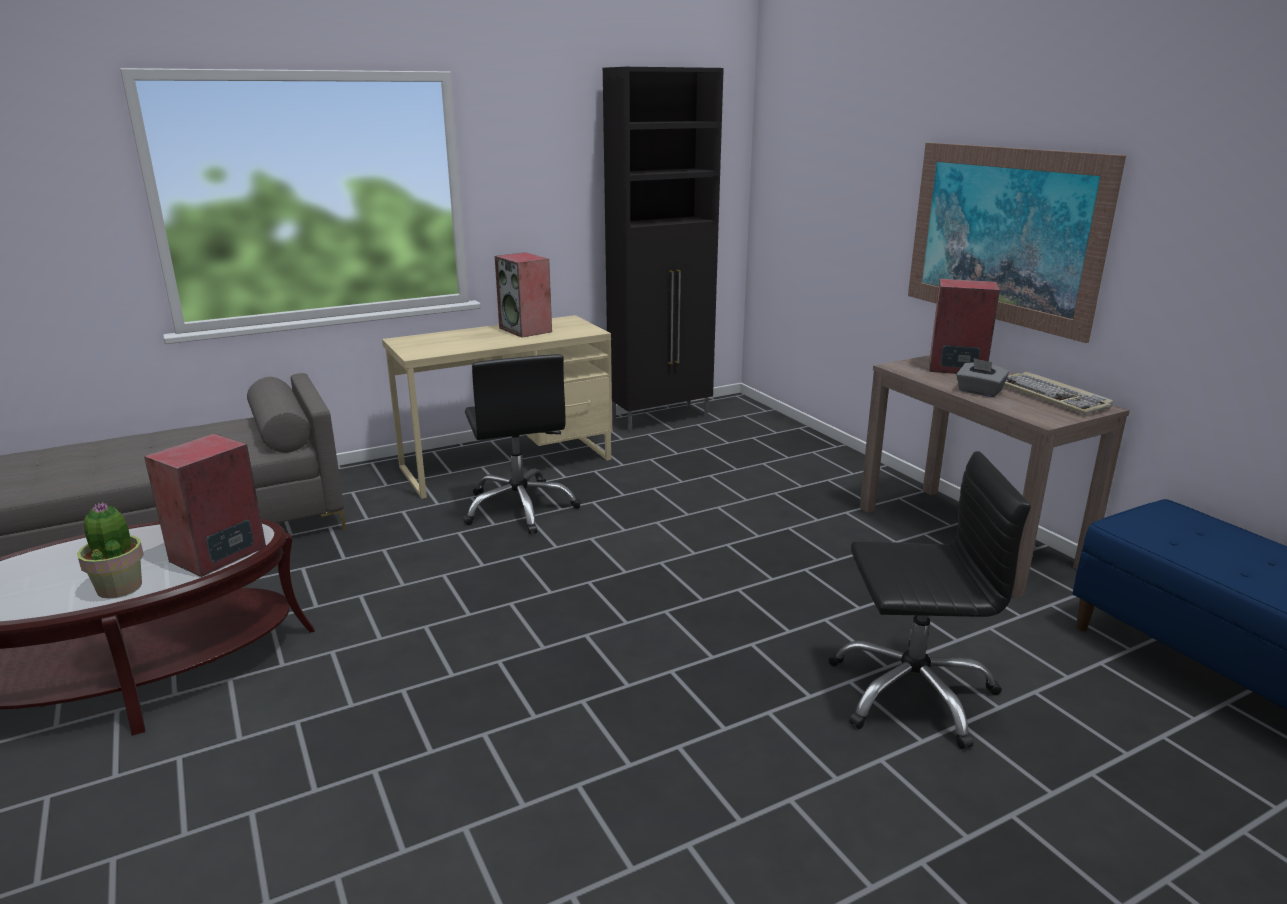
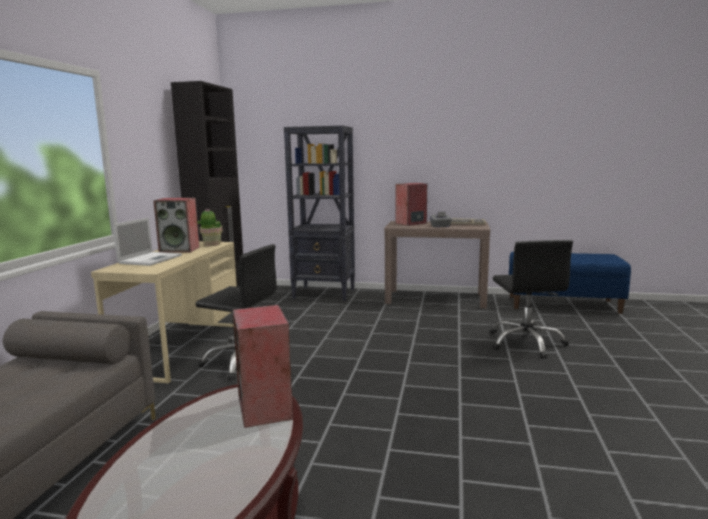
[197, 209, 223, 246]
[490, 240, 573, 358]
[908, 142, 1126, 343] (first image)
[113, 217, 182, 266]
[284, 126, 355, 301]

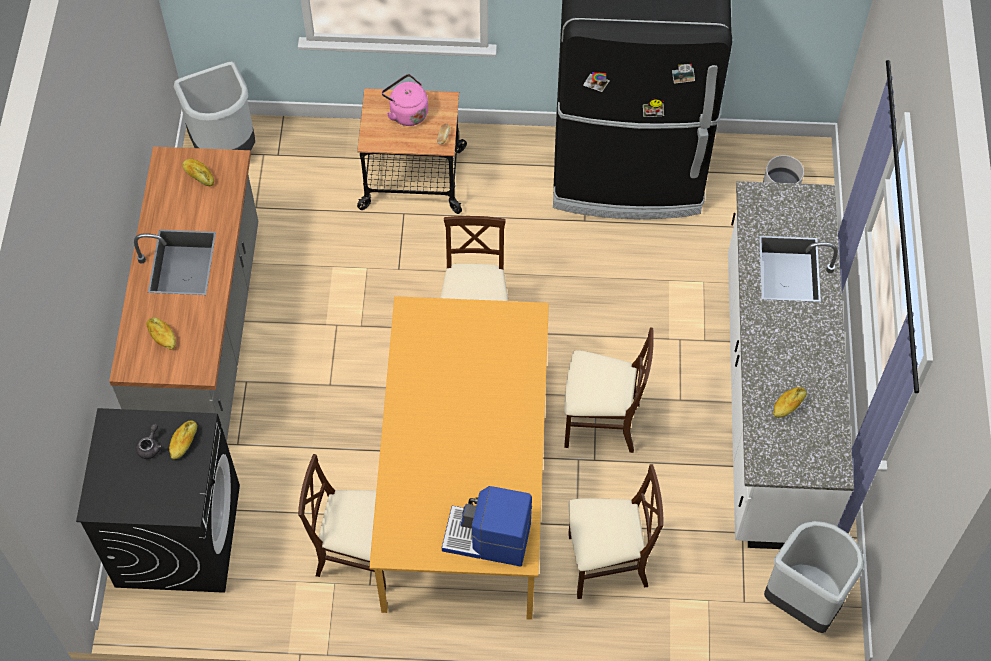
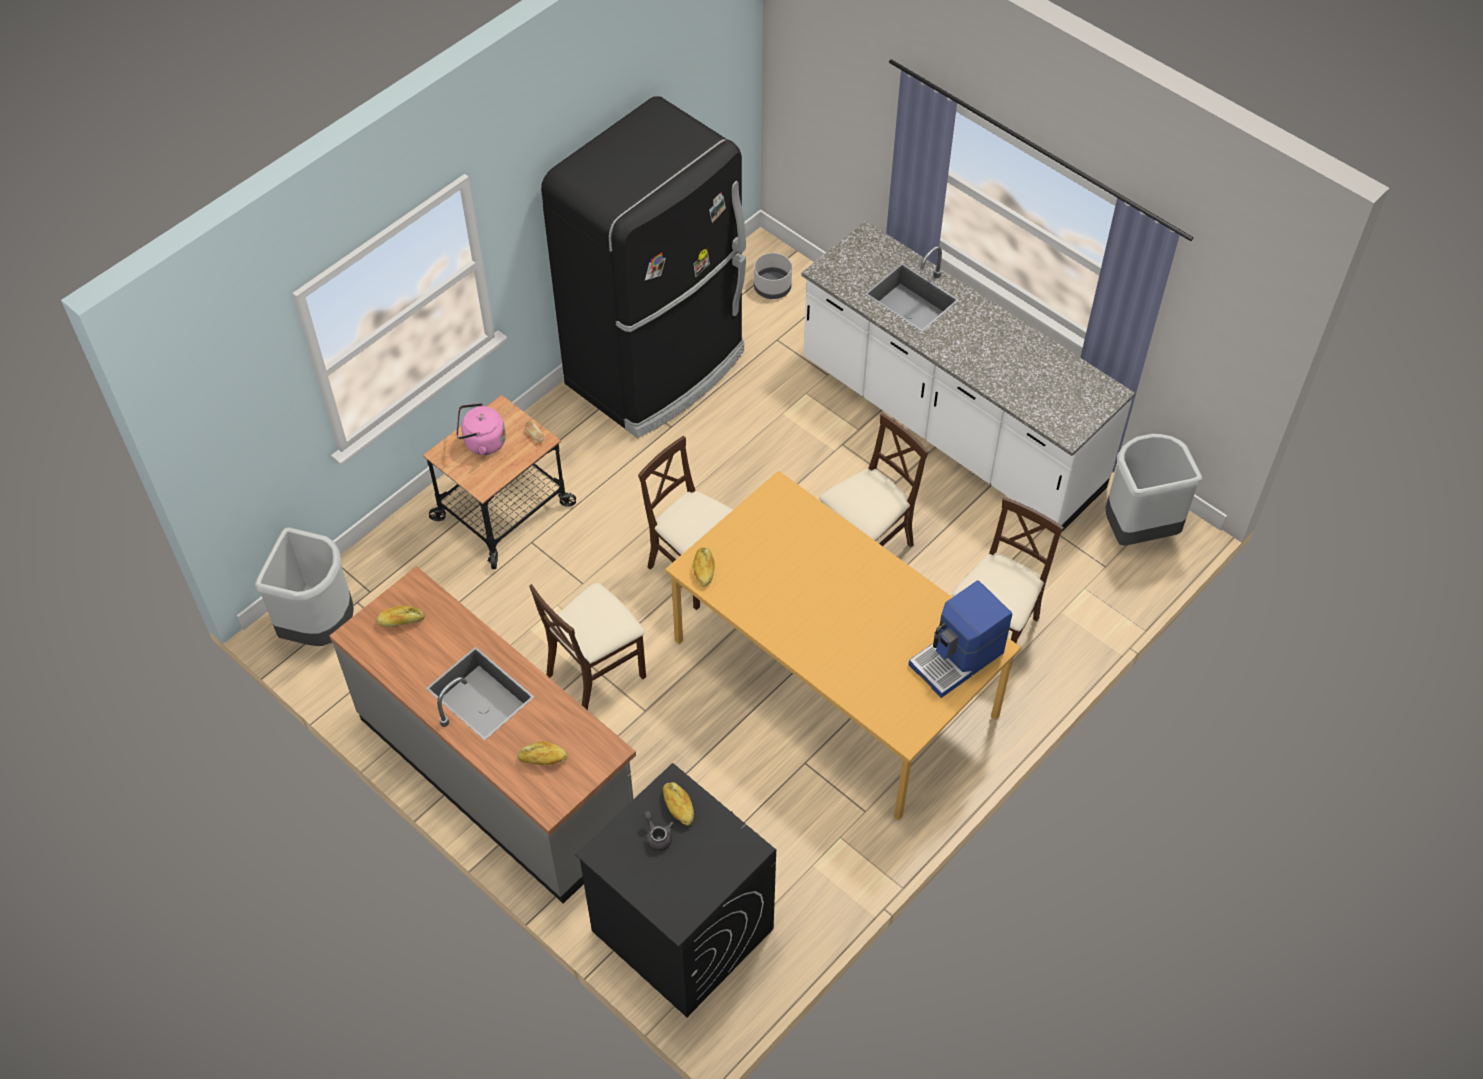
[529, 583, 646, 710]
[693, 547, 715, 586]

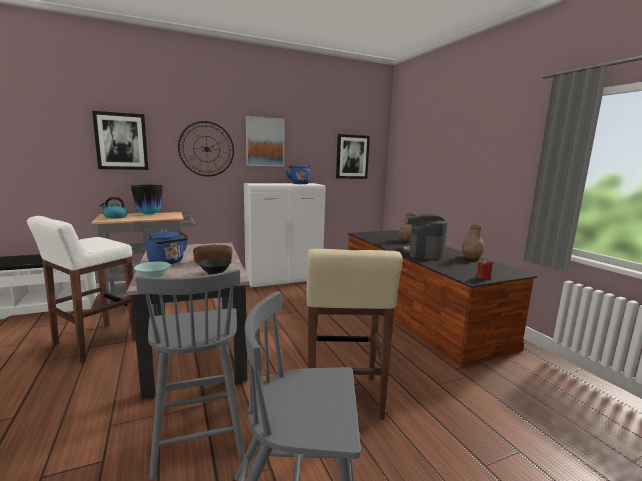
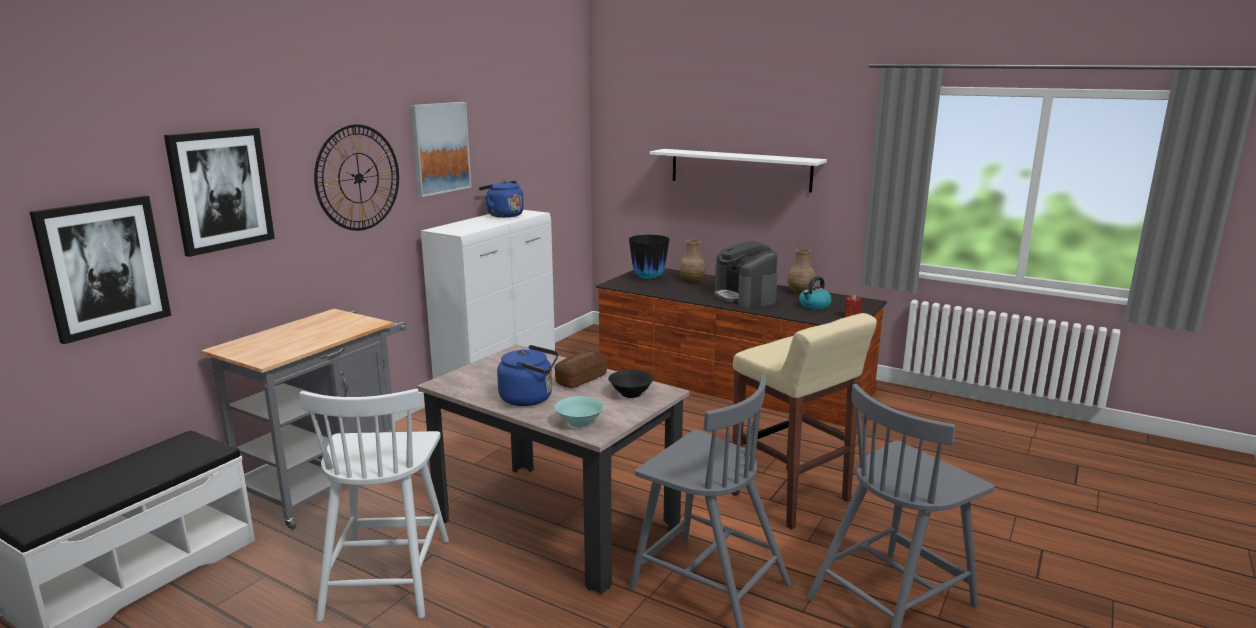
[299, 389, 449, 622]
[799, 276, 832, 310]
[629, 235, 669, 279]
[30, 196, 171, 344]
[650, 149, 827, 193]

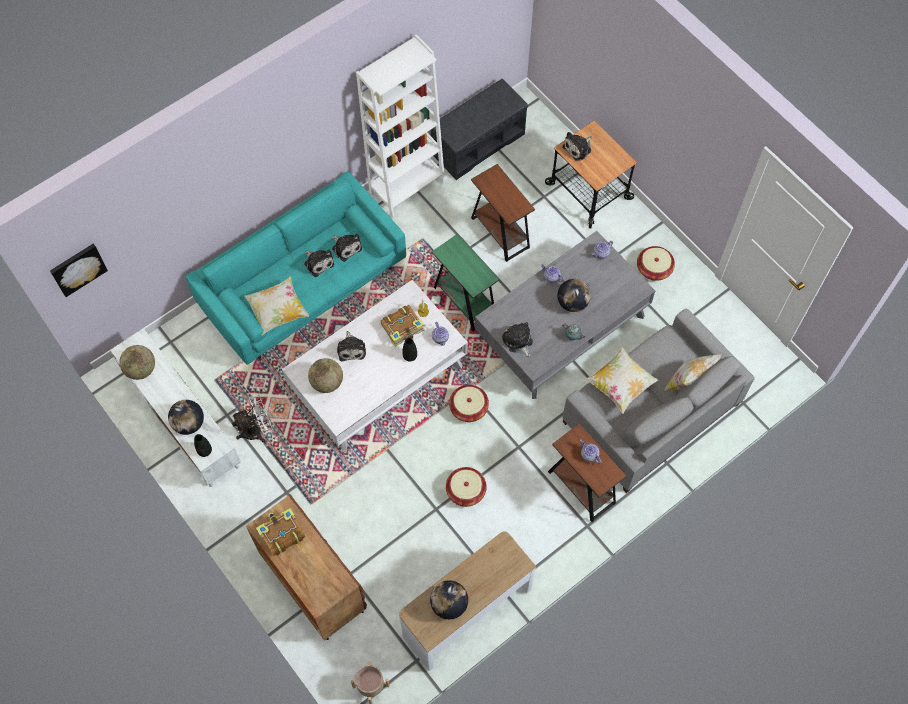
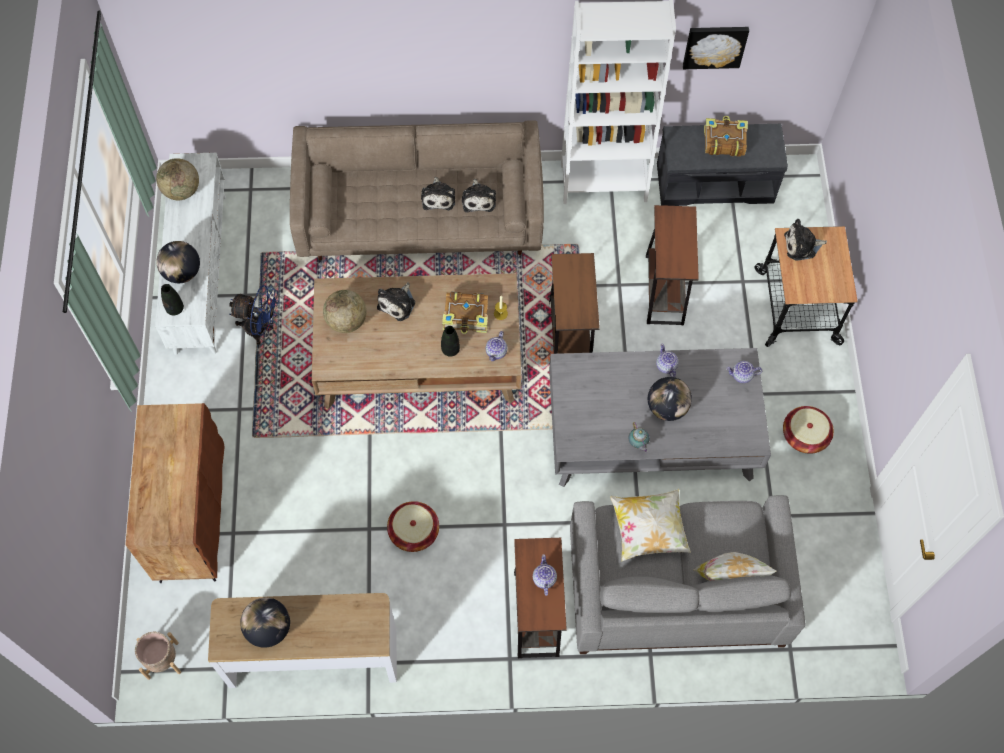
[683, 27, 749, 69]
[290, 120, 544, 260]
[229, 285, 279, 345]
[244, 277, 309, 335] (first image)
[704, 116, 748, 157]
[312, 273, 521, 409]
[549, 253, 600, 354]
[449, 385, 489, 422] (first image)
[502, 322, 533, 357] (first image)

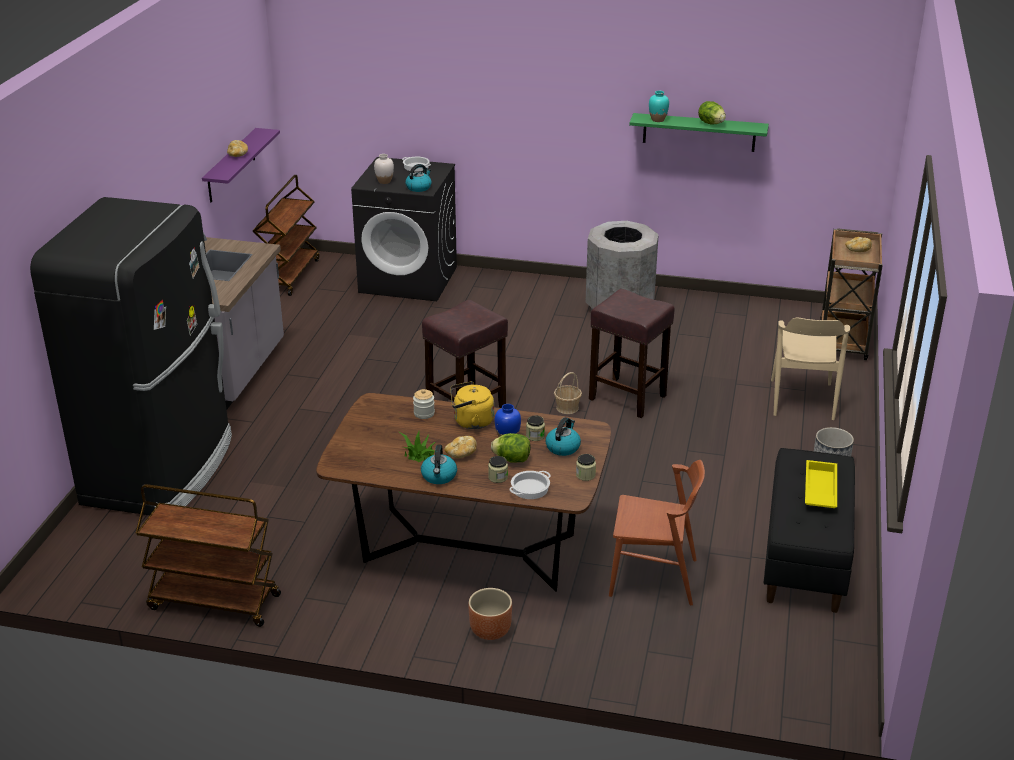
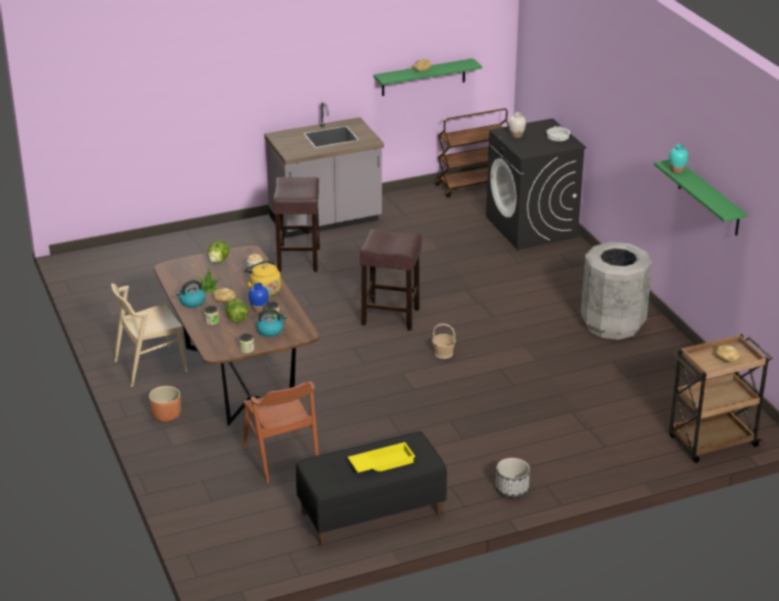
[30, 197, 232, 515] (first image)
[135, 484, 281, 627] (first image)
[373, 58, 482, 96]
[405, 164, 431, 192] (first image)
[509, 471, 551, 499] (first image)
[273, 177, 320, 272]
[207, 240, 230, 263]
[111, 283, 188, 387]

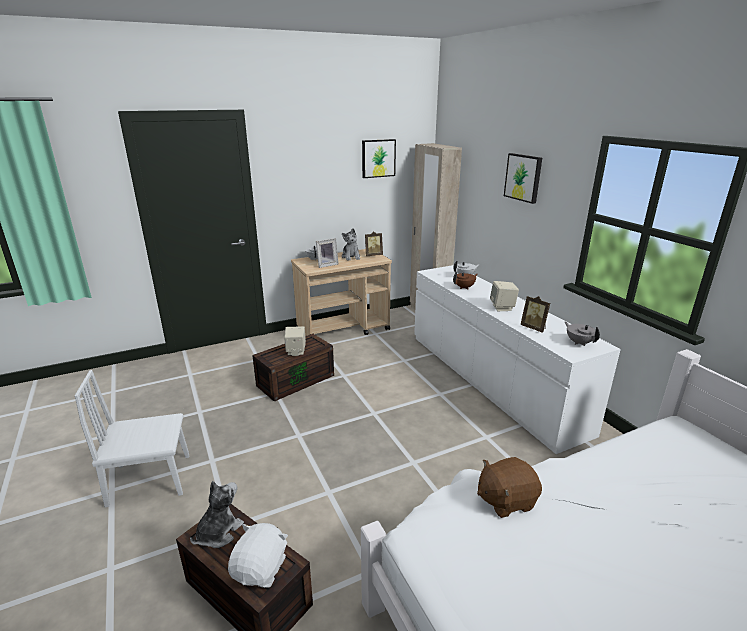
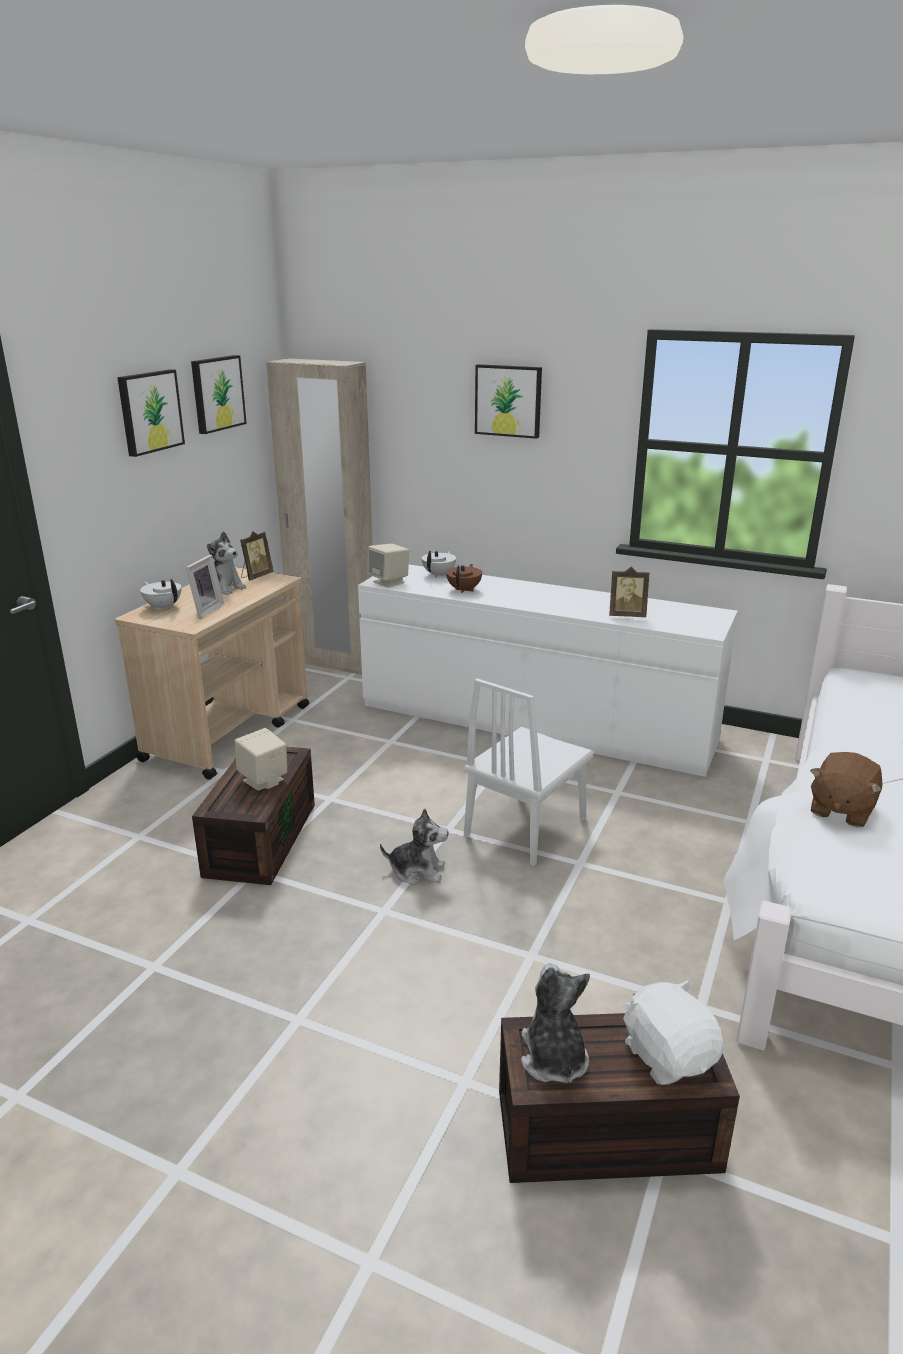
[464, 678, 593, 866]
[368, 544, 409, 588]
[564, 321, 600, 346] (first image)
[117, 369, 185, 457]
[380, 808, 448, 885]

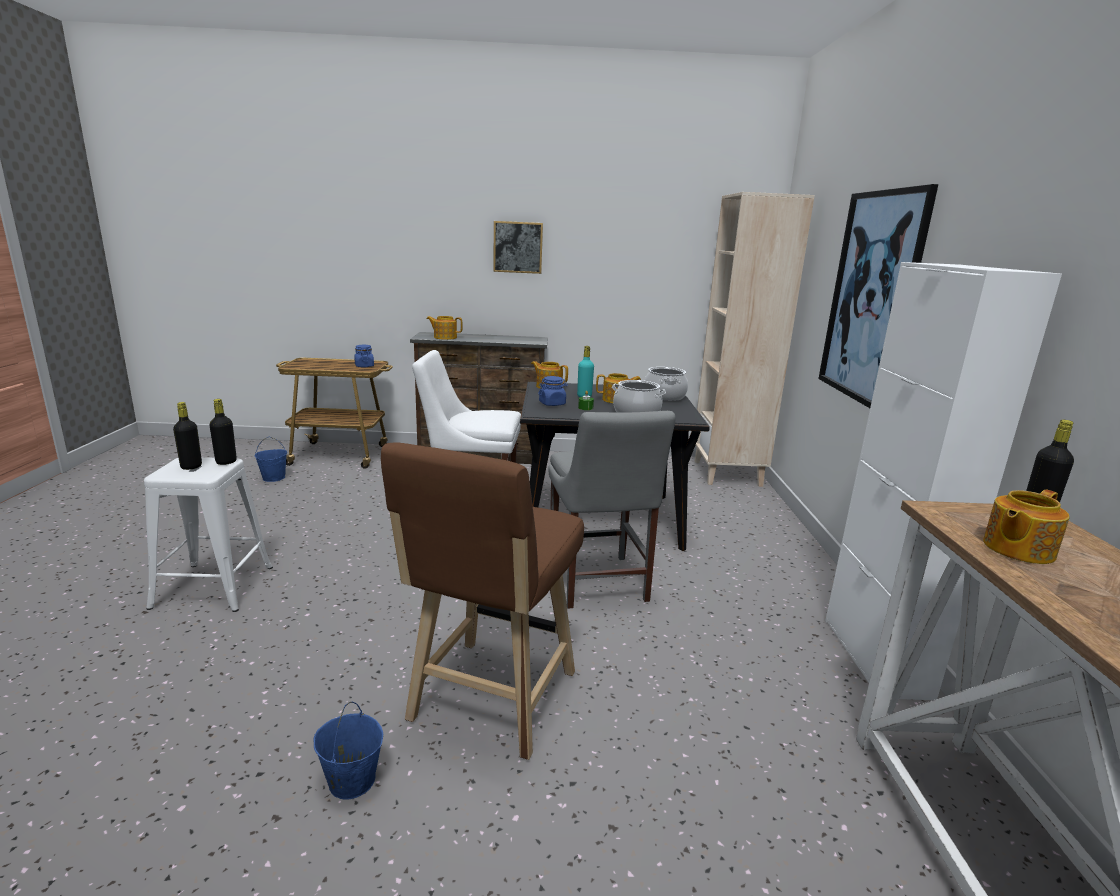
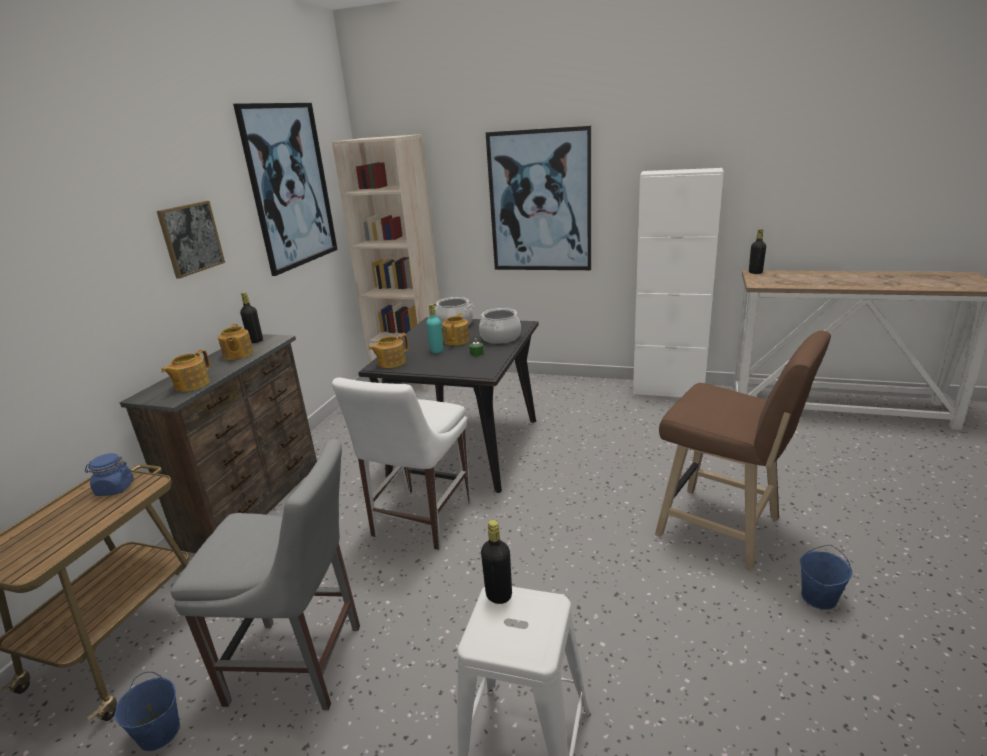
[240, 292, 263, 343]
[538, 376, 568, 406] (first image)
[171, 439, 360, 710]
[218, 324, 254, 360]
[233, 103, 338, 276]

